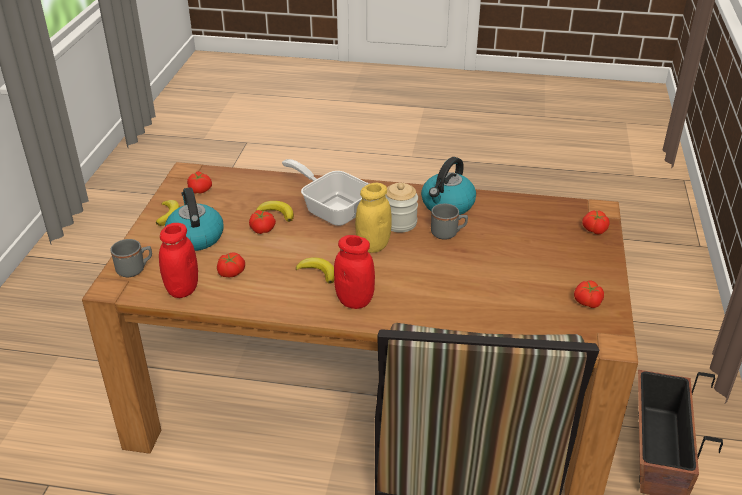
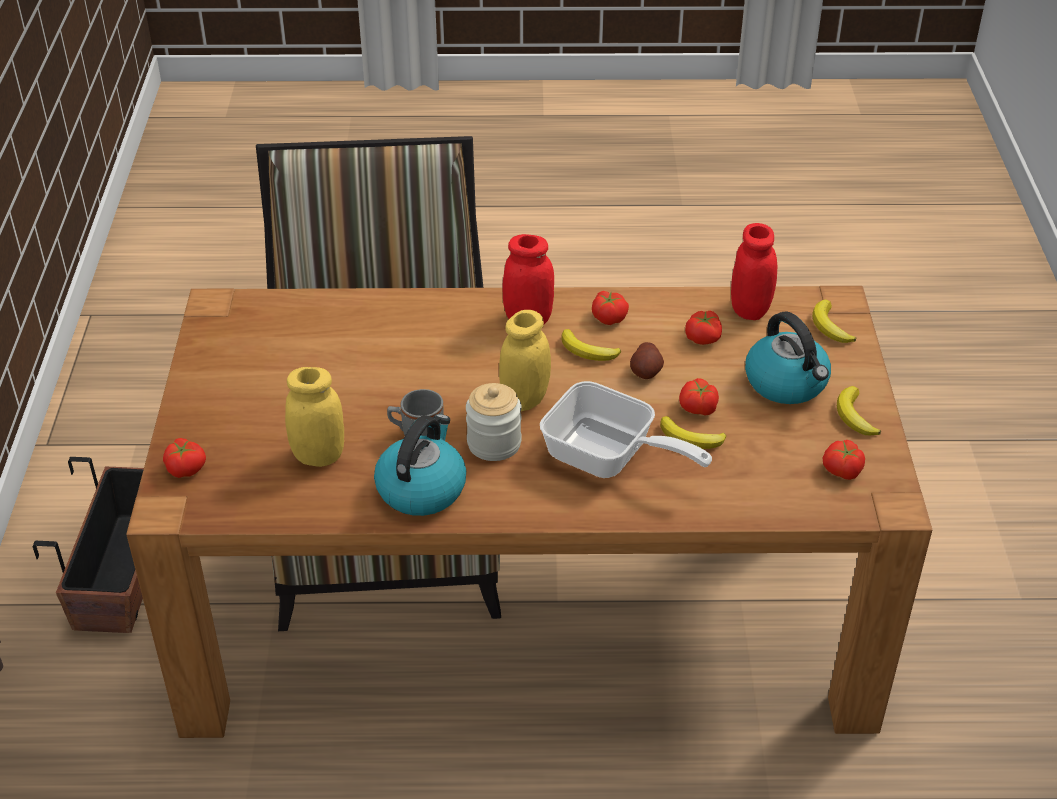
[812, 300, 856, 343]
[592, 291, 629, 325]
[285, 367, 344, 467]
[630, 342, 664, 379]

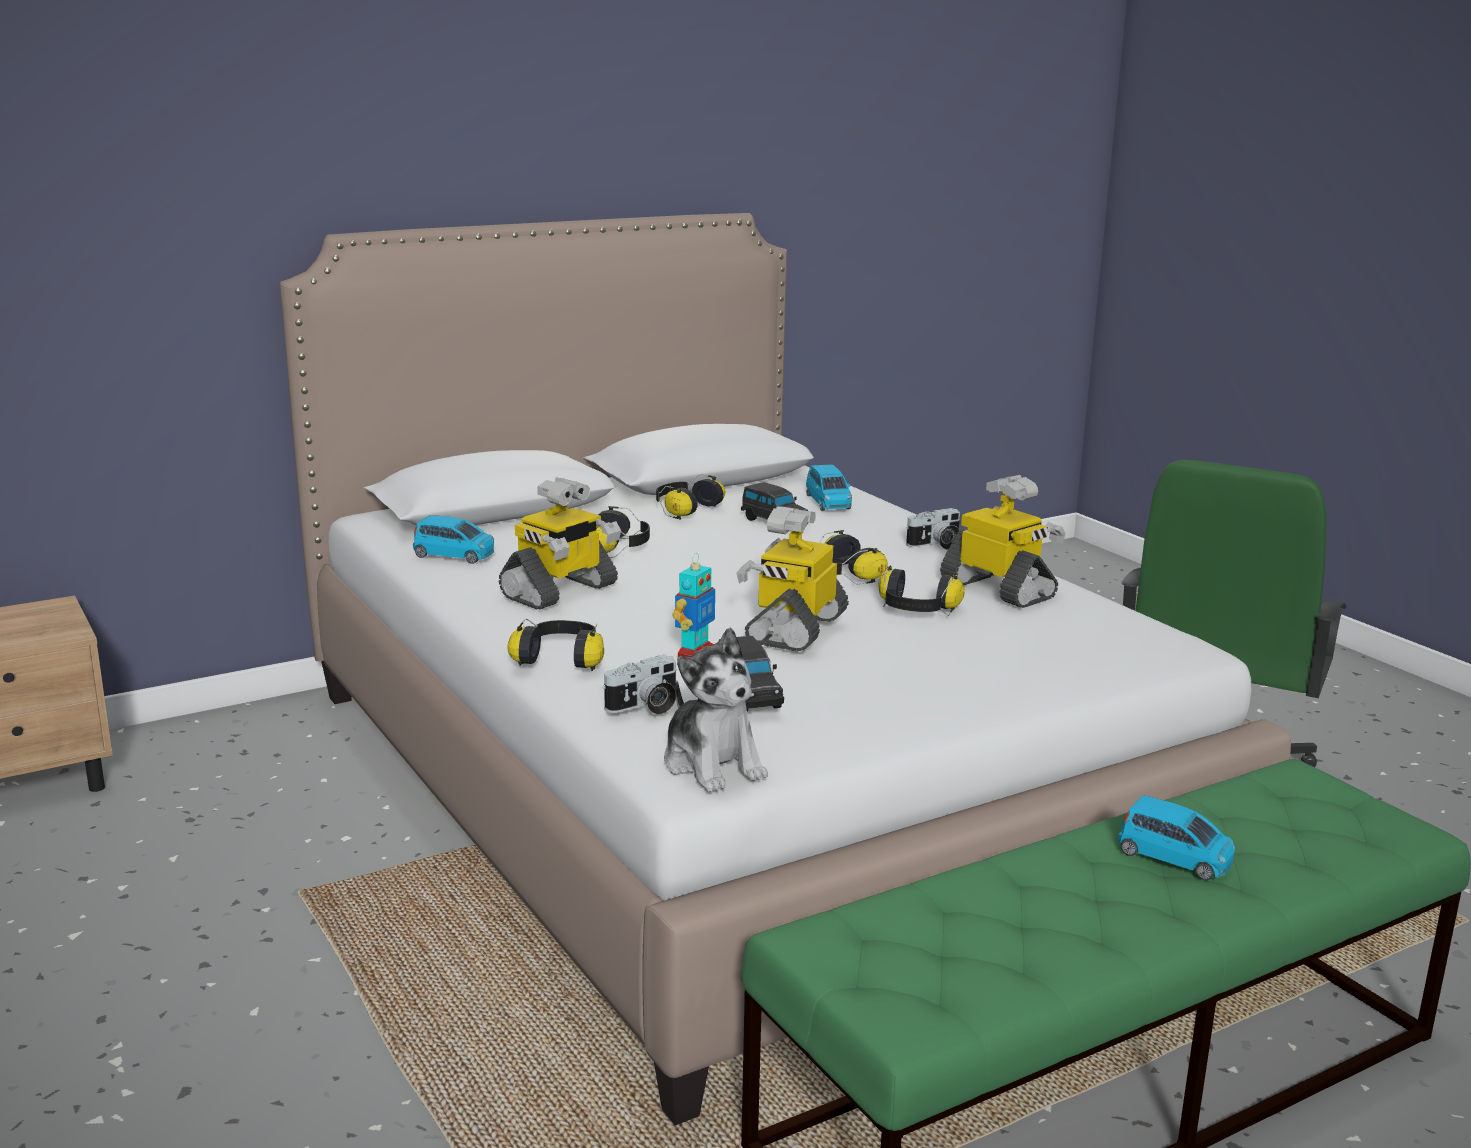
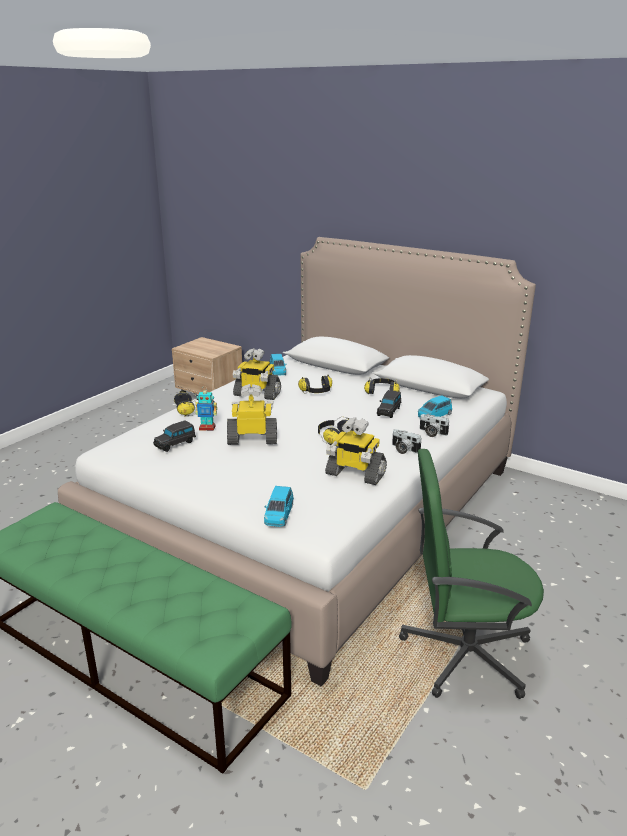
[420, 414, 450, 437]
[664, 628, 768, 792] (first image)
[878, 565, 965, 616] (first image)
[325, 418, 387, 485]
[264, 486, 294, 527]

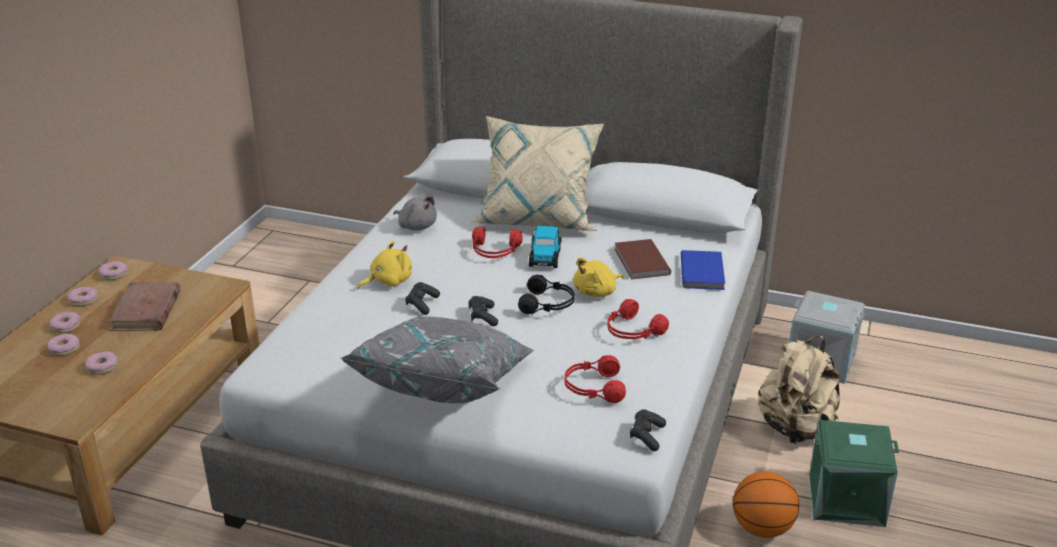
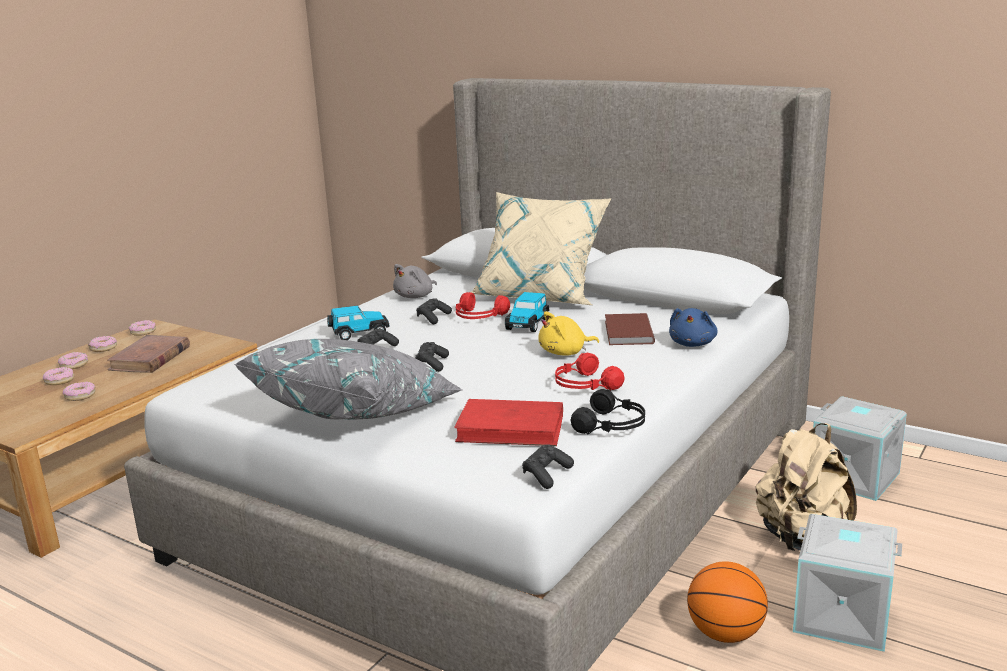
[327, 305, 389, 340]
[393, 264, 437, 298]
[571, 389, 645, 434]
[454, 399, 563, 446]
[669, 308, 718, 347]
[793, 514, 902, 652]
[416, 298, 452, 324]

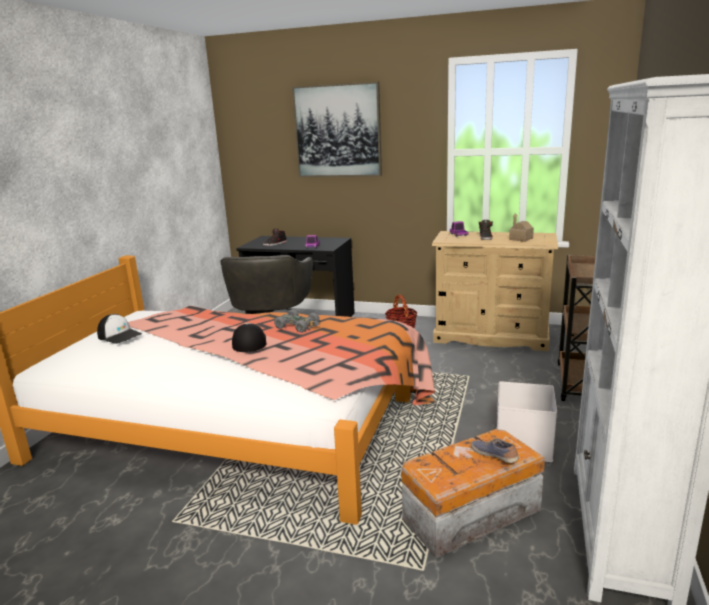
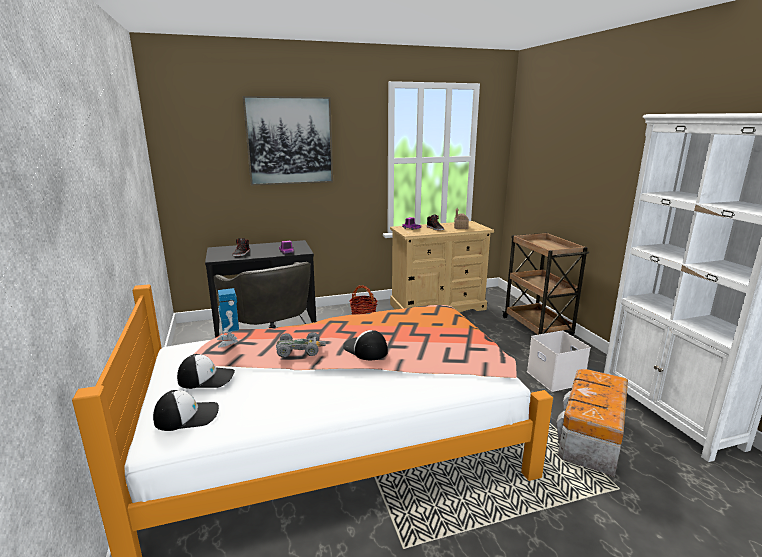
[276, 332, 326, 357]
[471, 438, 519, 463] (first image)
[153, 390, 219, 431]
[217, 288, 239, 347]

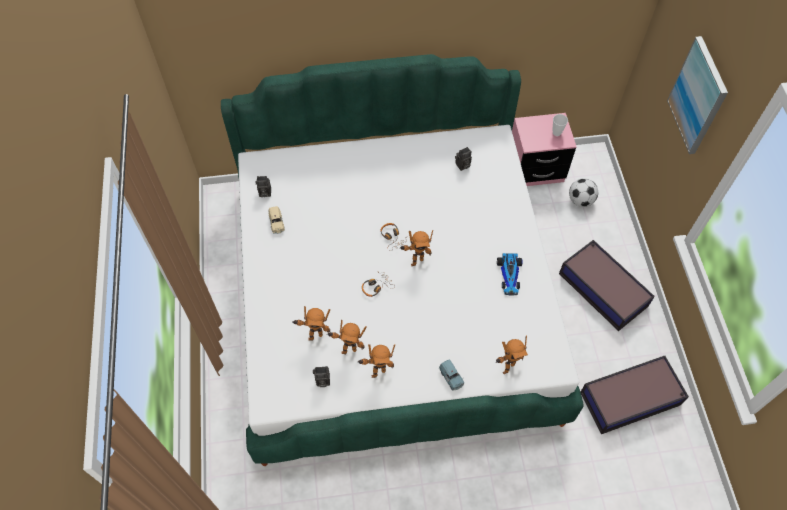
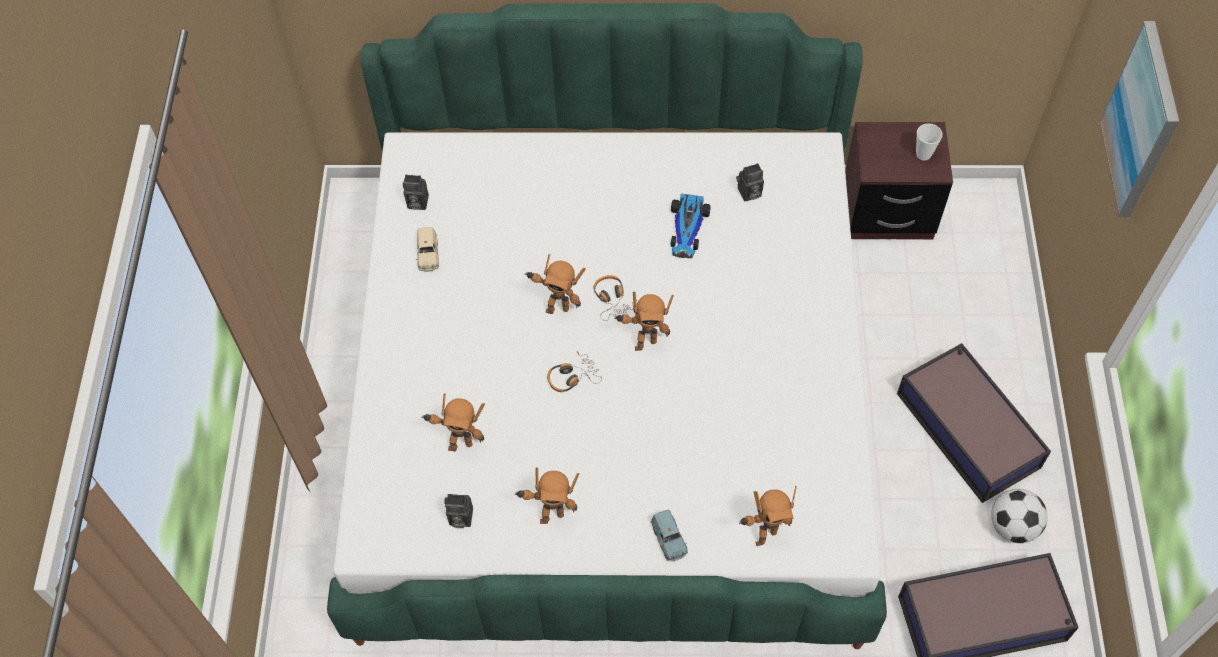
[525, 254, 586, 314]
[670, 194, 711, 258]
[845, 122, 953, 239]
[991, 489, 1048, 543]

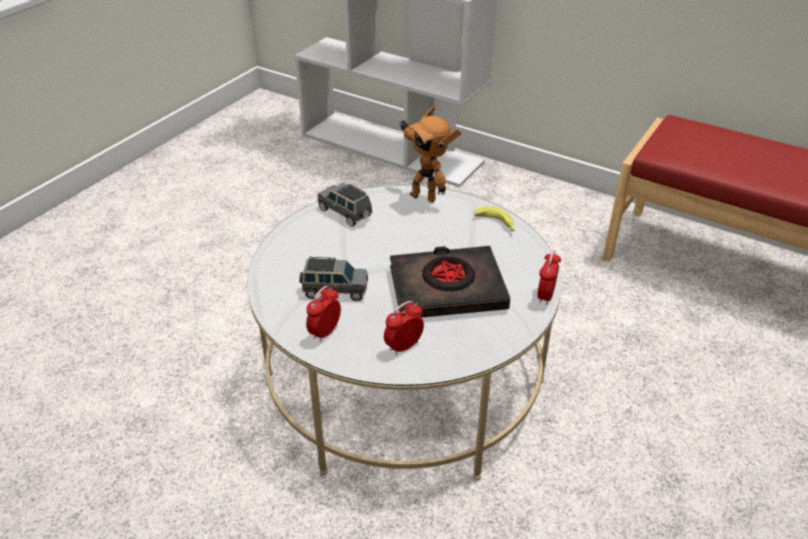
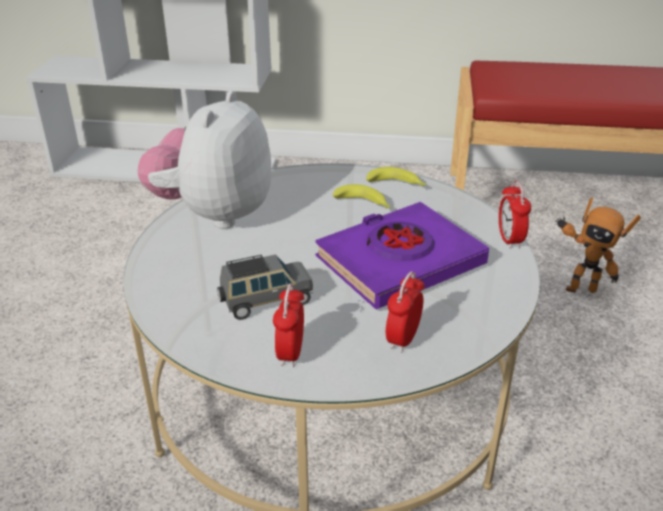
[137, 90, 271, 229]
[315, 202, 489, 309]
[555, 197, 641, 293]
[333, 184, 390, 208]

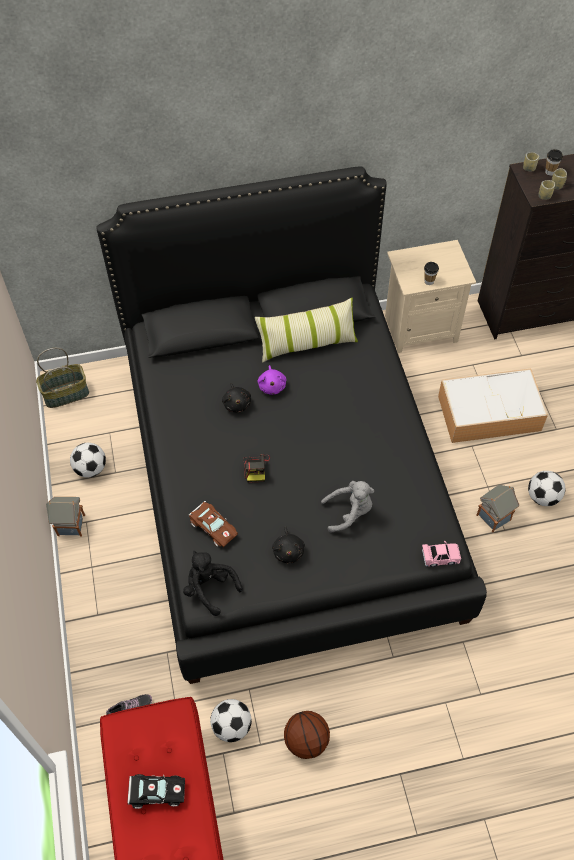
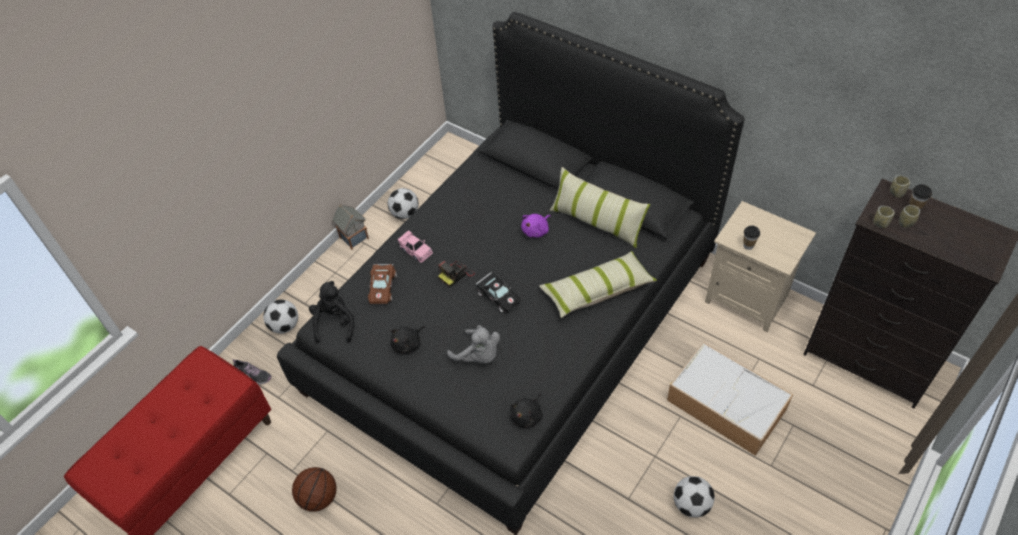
[36, 348, 89, 408] (first image)
[476, 272, 521, 313]
[263, 299, 298, 333]
[510, 394, 543, 428]
[398, 230, 433, 263]
[476, 485, 519, 533] (first image)
[539, 251, 657, 318]

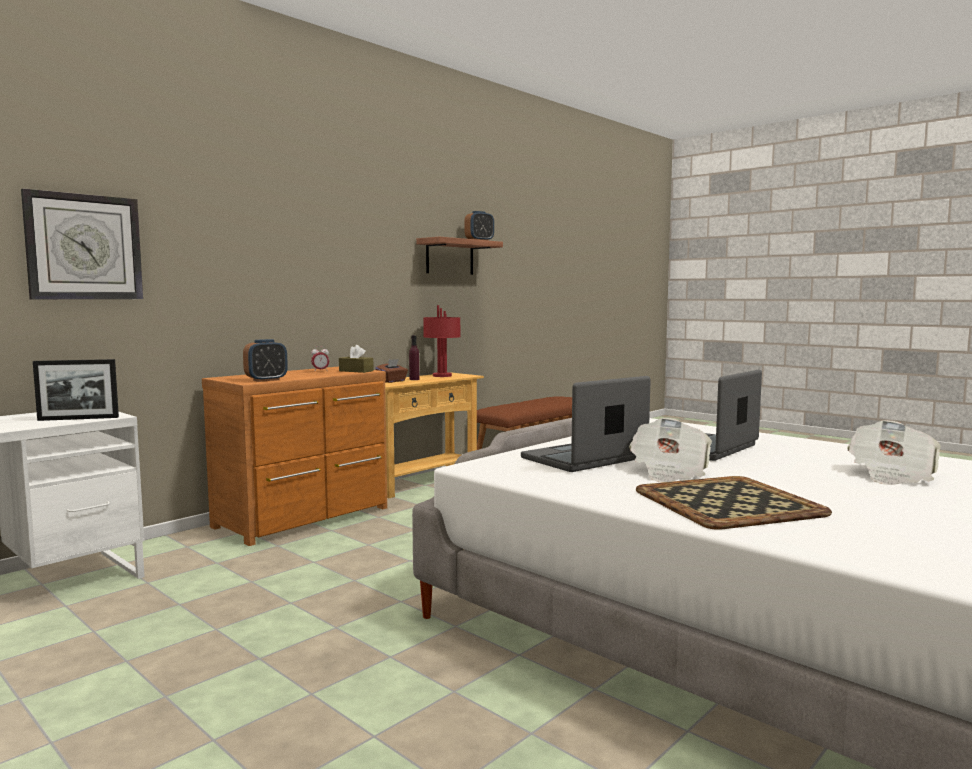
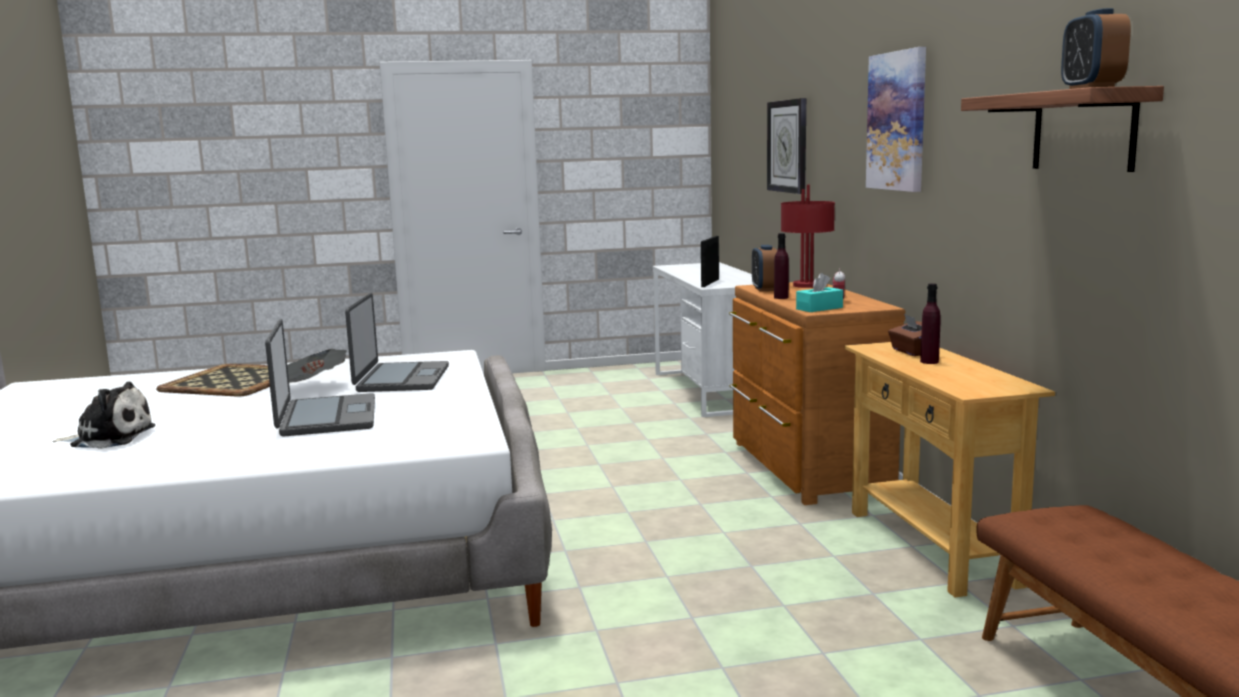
[796, 273, 843, 312]
[781, 185, 835, 288]
[53, 382, 155, 449]
[774, 233, 789, 299]
[866, 47, 926, 192]

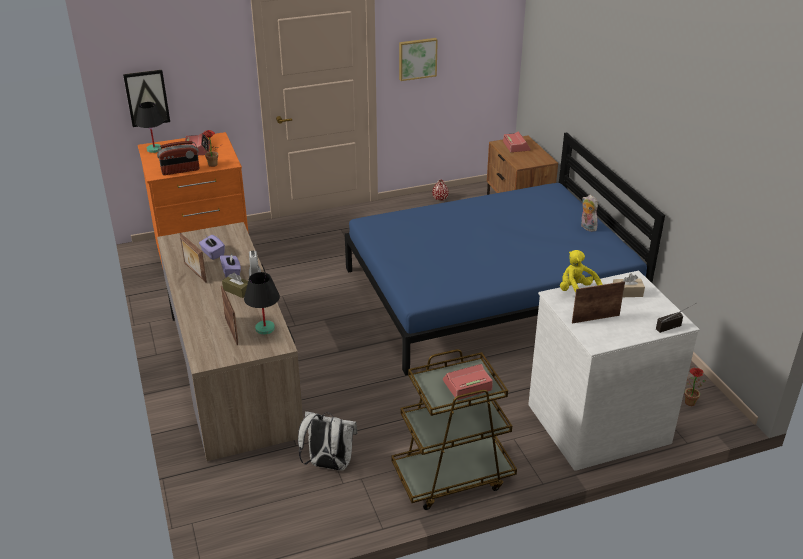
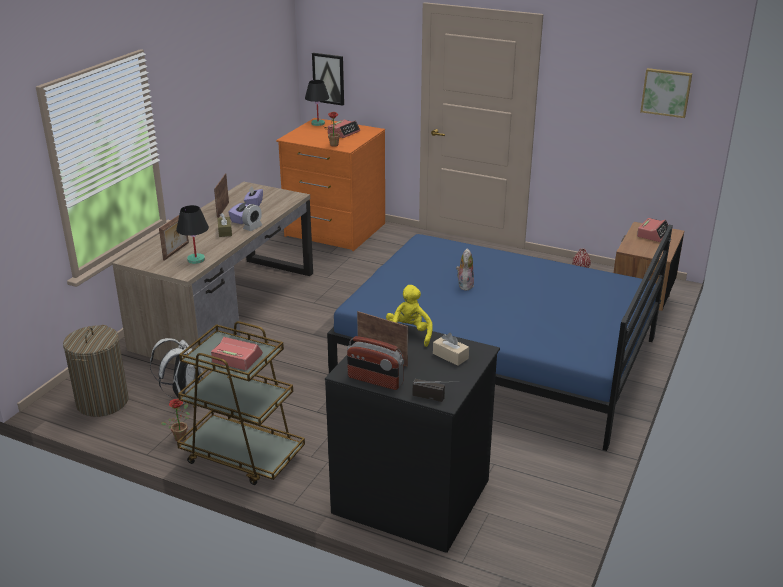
[347, 336, 404, 390]
[640, 68, 692, 118]
[325, 323, 500, 553]
[456, 248, 474, 290]
[160, 399, 190, 441]
[63, 325, 129, 417]

